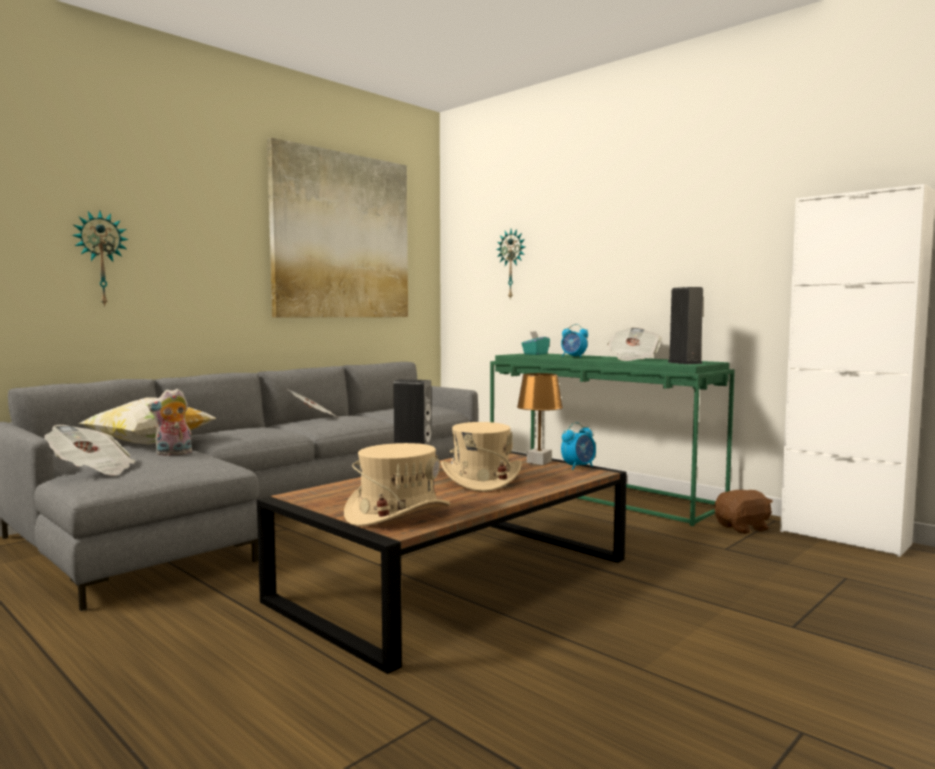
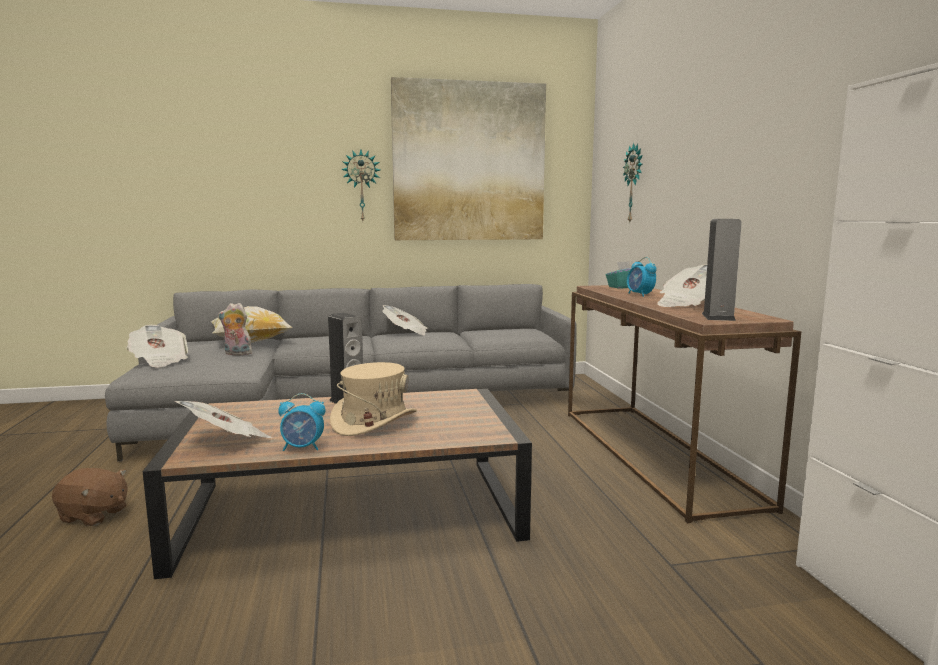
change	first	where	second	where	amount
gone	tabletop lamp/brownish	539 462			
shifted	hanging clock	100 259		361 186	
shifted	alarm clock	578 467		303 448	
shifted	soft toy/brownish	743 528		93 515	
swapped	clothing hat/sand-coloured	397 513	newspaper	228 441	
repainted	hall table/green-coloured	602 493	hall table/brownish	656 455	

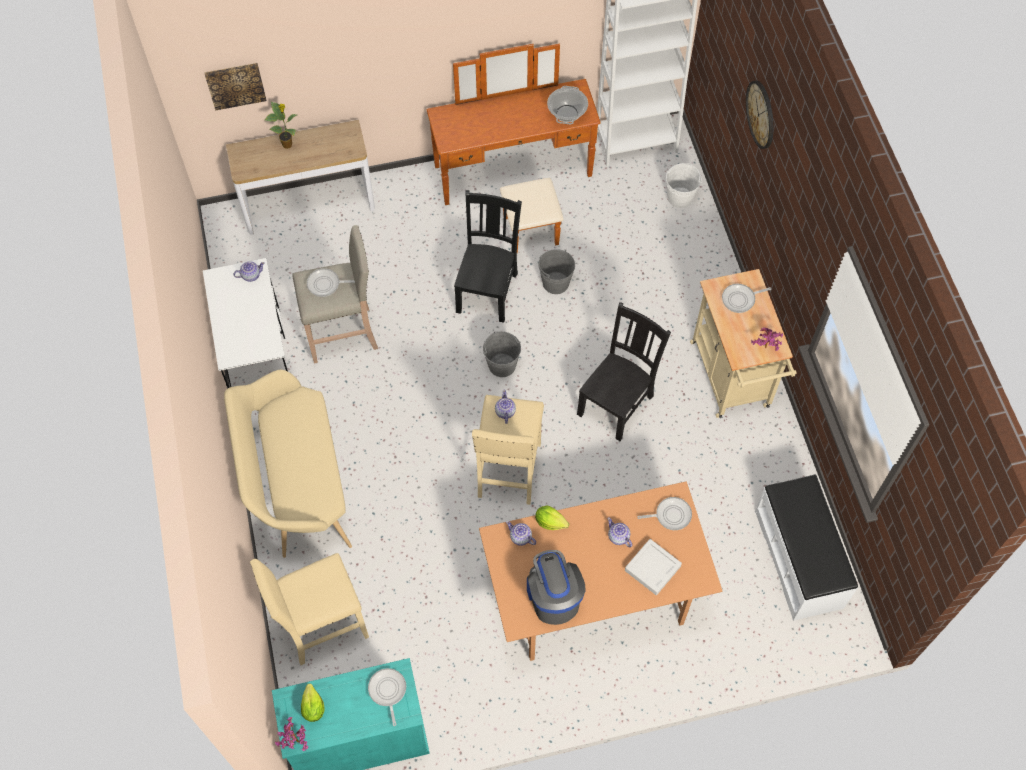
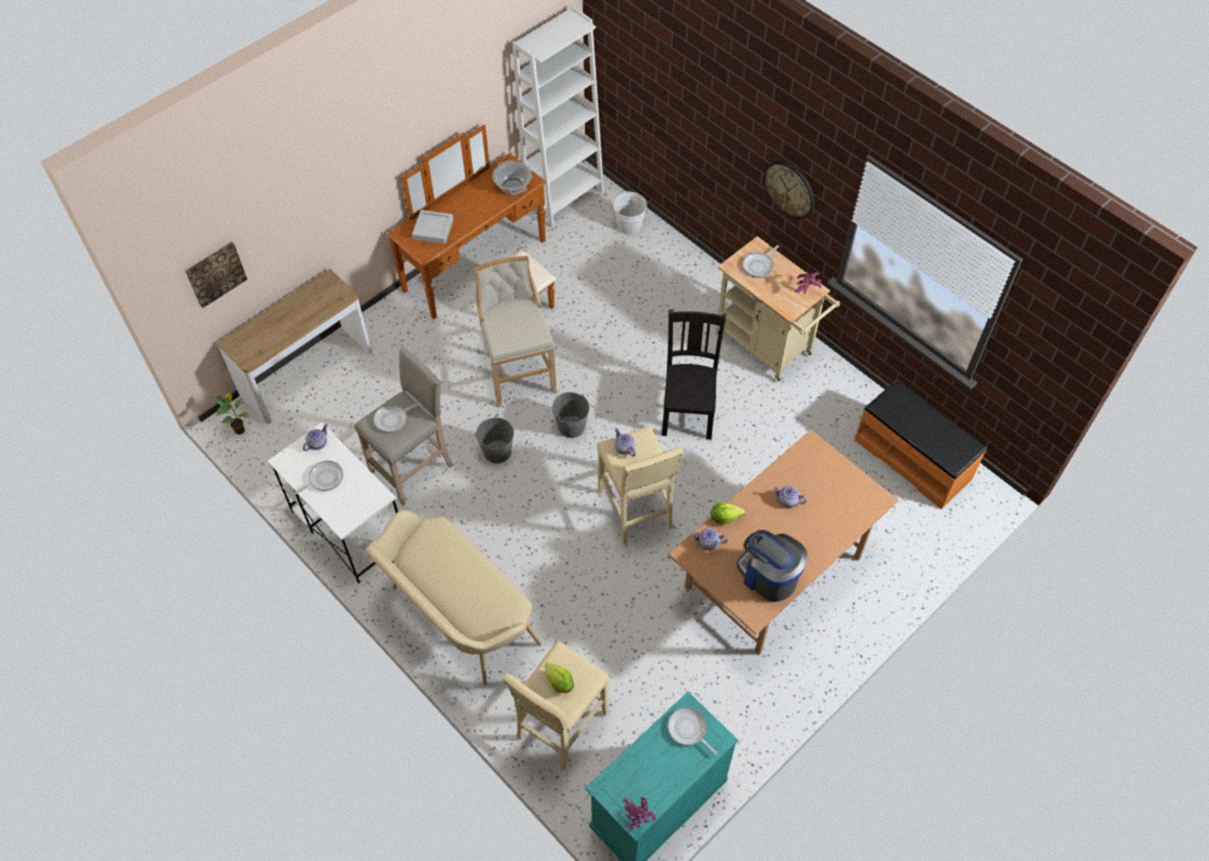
change	first	where	second	where	amount
shifted	houseplant	288 144		240 430	
shifted	head of lettuce	313 707		559 682	
shifted	water bucket/gray	555 283		497 451	
shifted	tray/gray	652 568		433 229	
shifted	frying pan	670 515		324 479	
shifted	hanging clock	761 114		790 189	
swapped	plain chair/blackish	488 290	stool/sand-coloured	518 372	
repainted	indoor bench/white	799 558	indoor bench/orange-coloured	913 459	

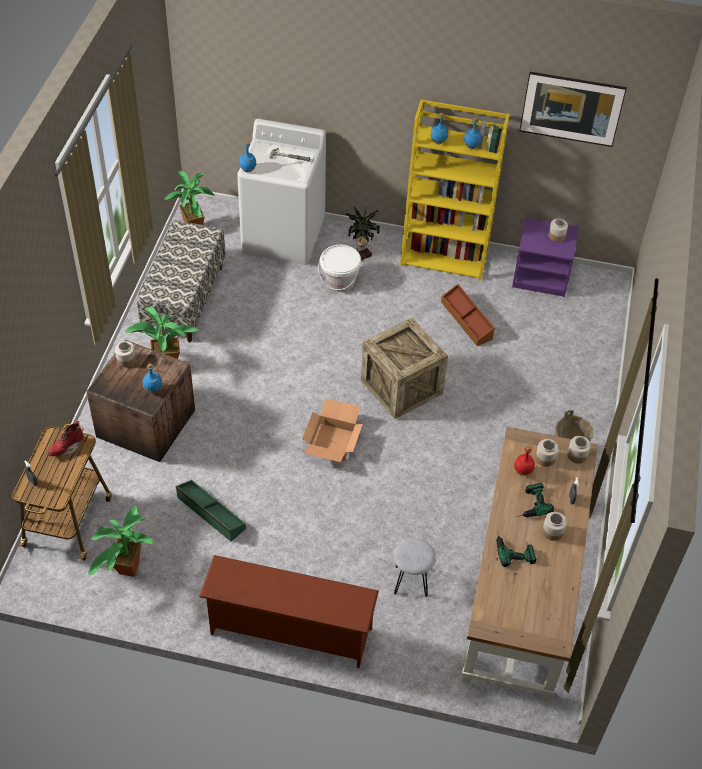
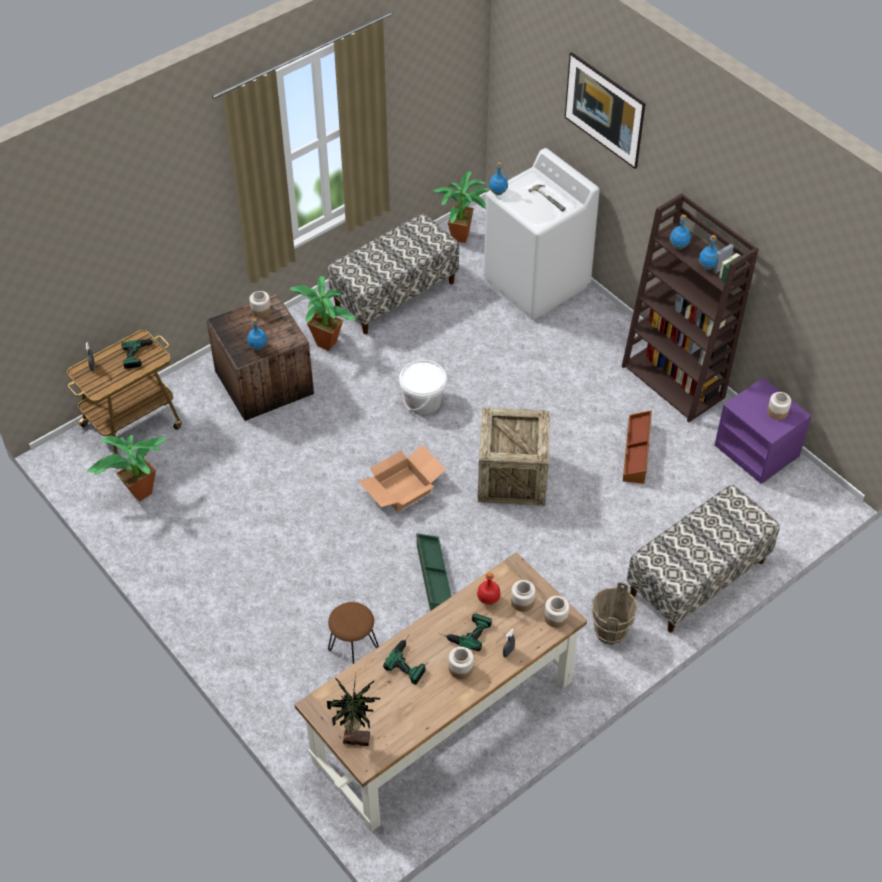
change	first	where	second	where	amount
gone	shoe rack/brownish	289 632			
new			indoor bench	697 578	
shifted	storage box/green-coloured	210 513		433 578	
shifted	water bucket/white	339 280		423 401	
shifted	houseplant	361 256		356 737	
shifted	wall art	568 123		602 126	
swapped	boot/red	66 447	electric drill	142 354	
repainted	stool/gray	411 580	stool/brownish	353 649	
repainted	bookshelf/yellow	445 257	bookshelf/brownish	674 382	

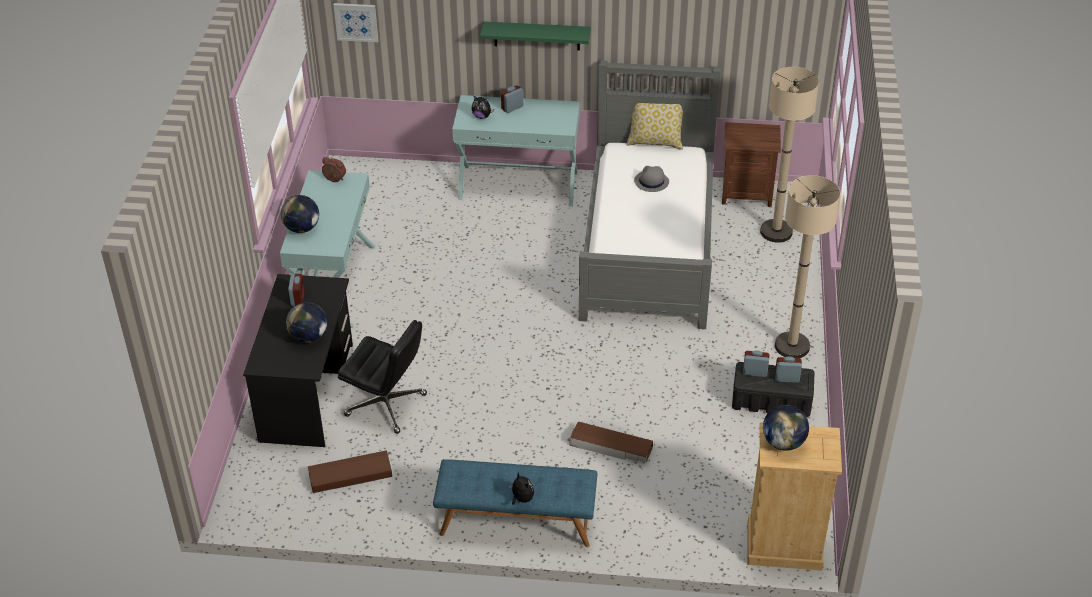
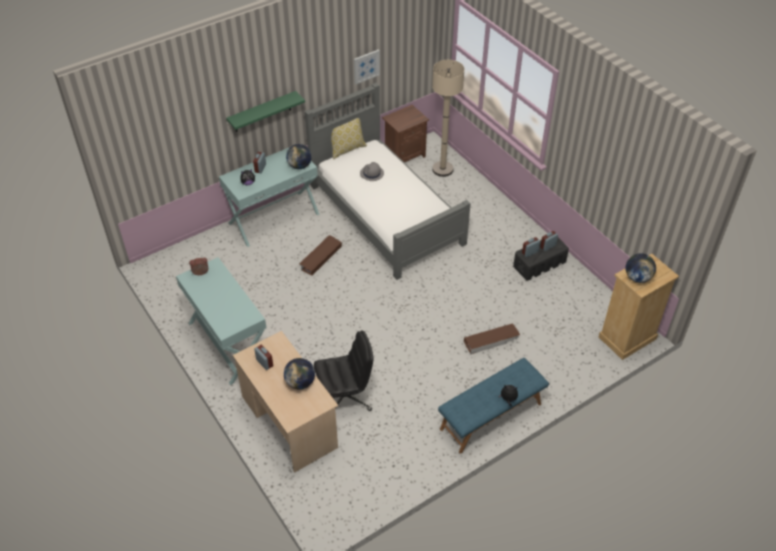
change	first	where	second	where	amount
gone	standard lamp/sand-coloured	792 346			
shifted	globe	302 228		299 166	
shifted	storage box/brownish	350 475		320 257	
shifted	wall art	356 22		366 66	
repainted	desk/blackish	307 392	desk/sand-coloured	289 421	

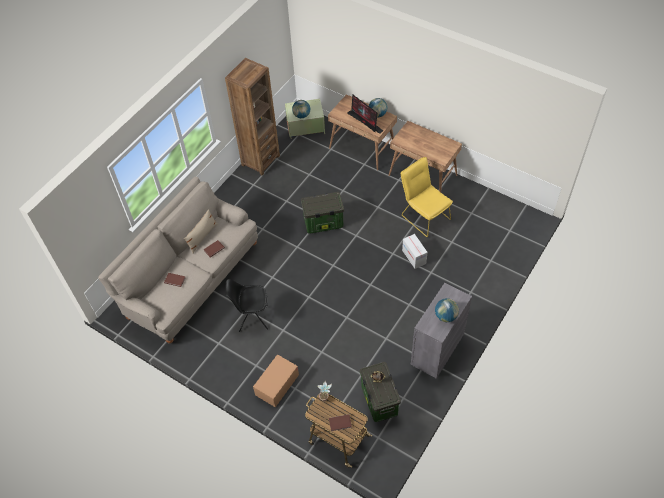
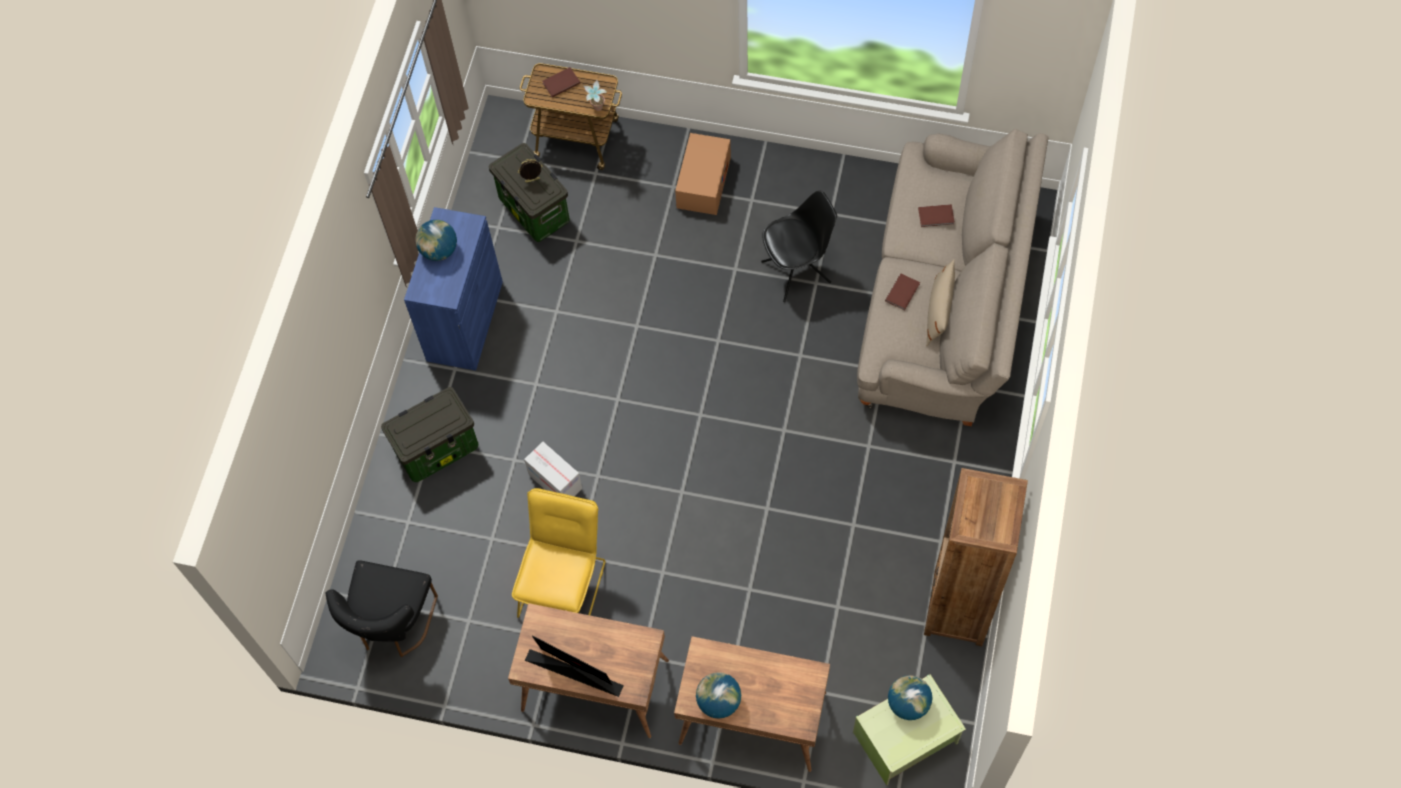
change	first	where	second	where	amount
new			plain chair/blackish	393 624	
shifted	storage box	323 223		438 449	
shifted	computer screen	365 122		572 672	
repainted	cabinet/gray	437 349	cabinet/bluish	465 321	
rotated	plain chair/yellow	423 215		564 582	105 degrees counterclockwise

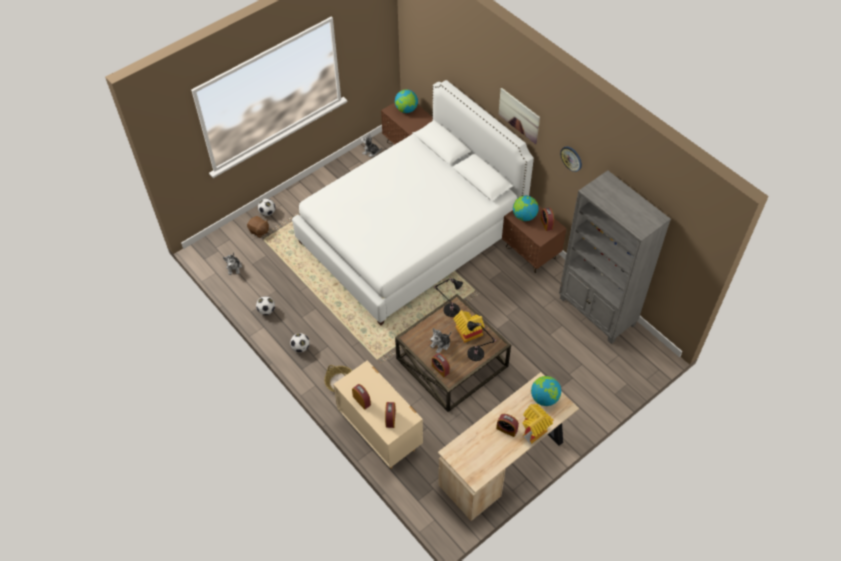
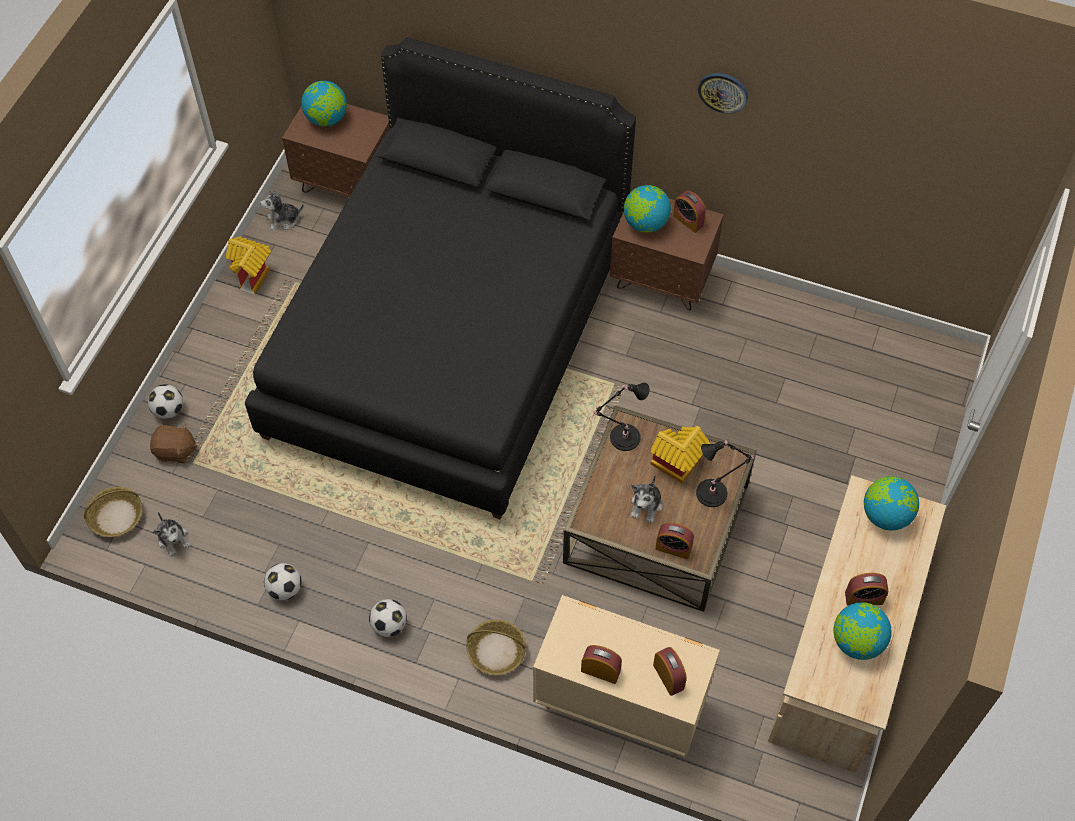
change	first	where	second	where	amount
gone	wall art	519 115			
gone	bookshelf/gray	597 312			
new			basket	116 516	
new			globe	856 641	
shifted	model house	535 431		253 276	
repainted	bed/white	411 235	bed/blackish	448 337	

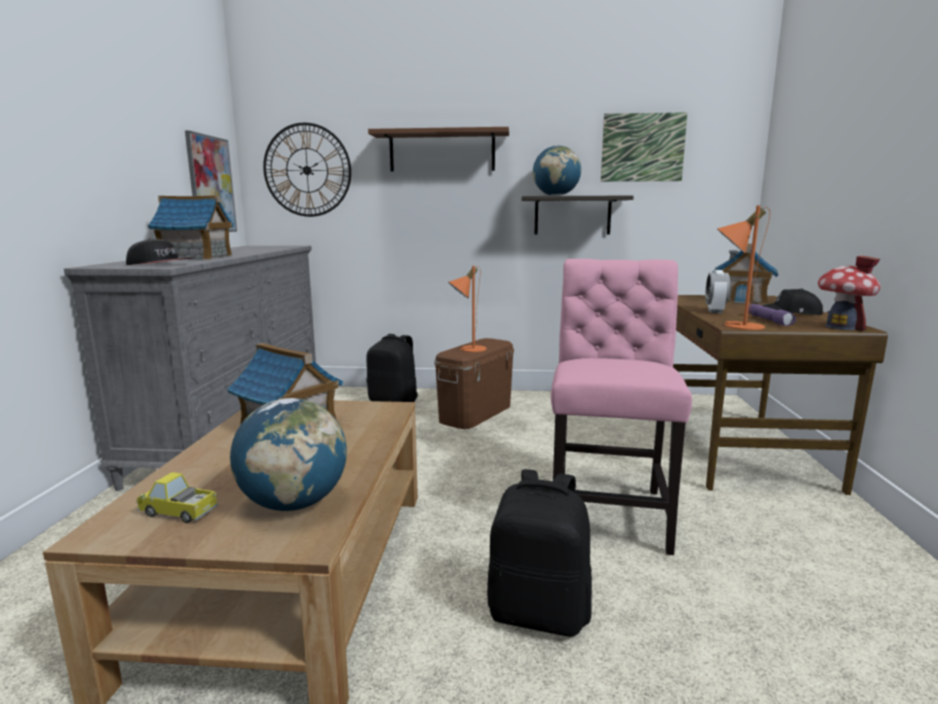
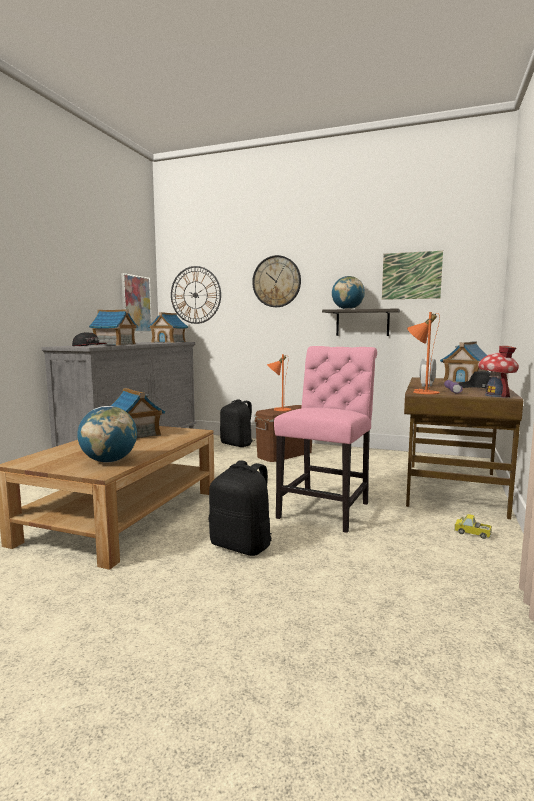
change	first	where	second	where	amount
new			model house	169 342	
shifted	toy lorry	179 512		472 533	
swapped	wall shelf/brownish	442 151	hanging clock	276 281	

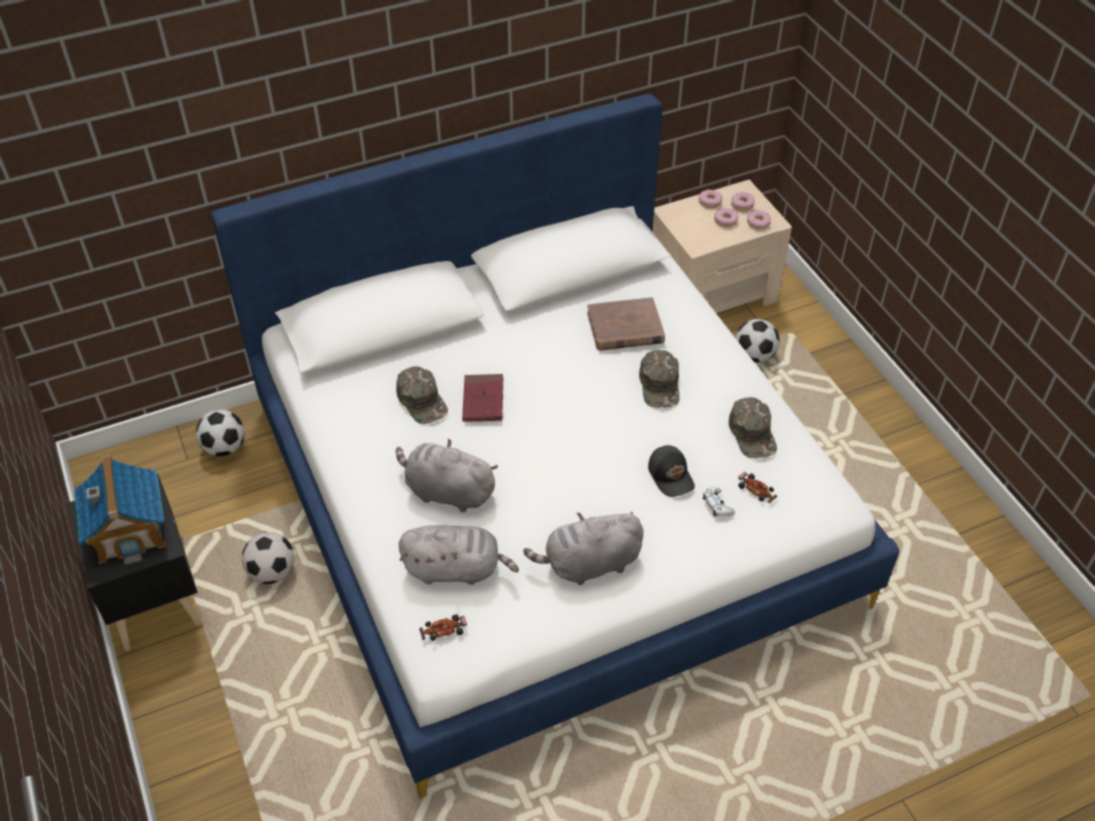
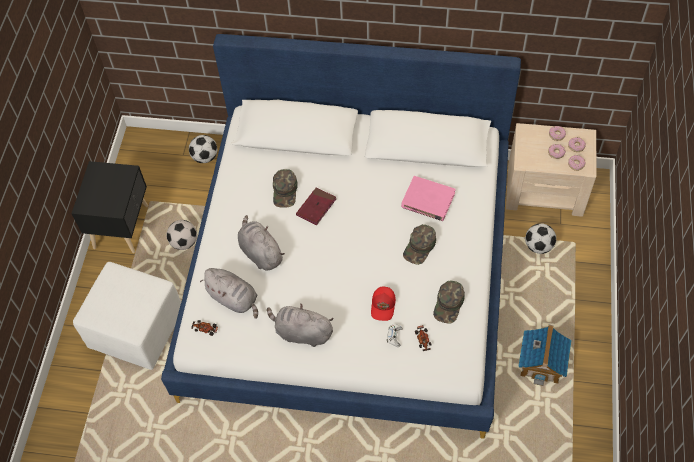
change	first	where	second	where	amount
new			footrest/white	138 329	
shifted	model house	129 530		541 363	
repainted	bound book/brownish	625 328	bound book/pinkish	428 200	
repainted	peaked cap/blackish	671 475	peaked cap/red	383 305	

